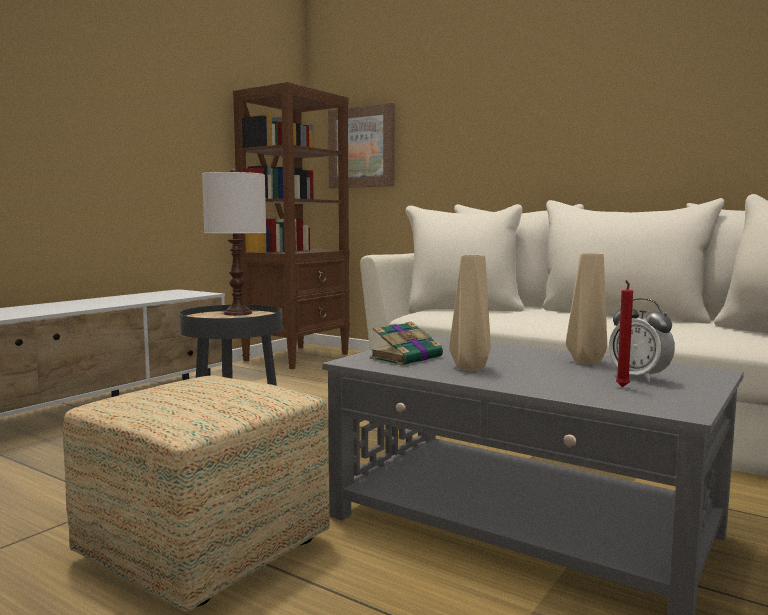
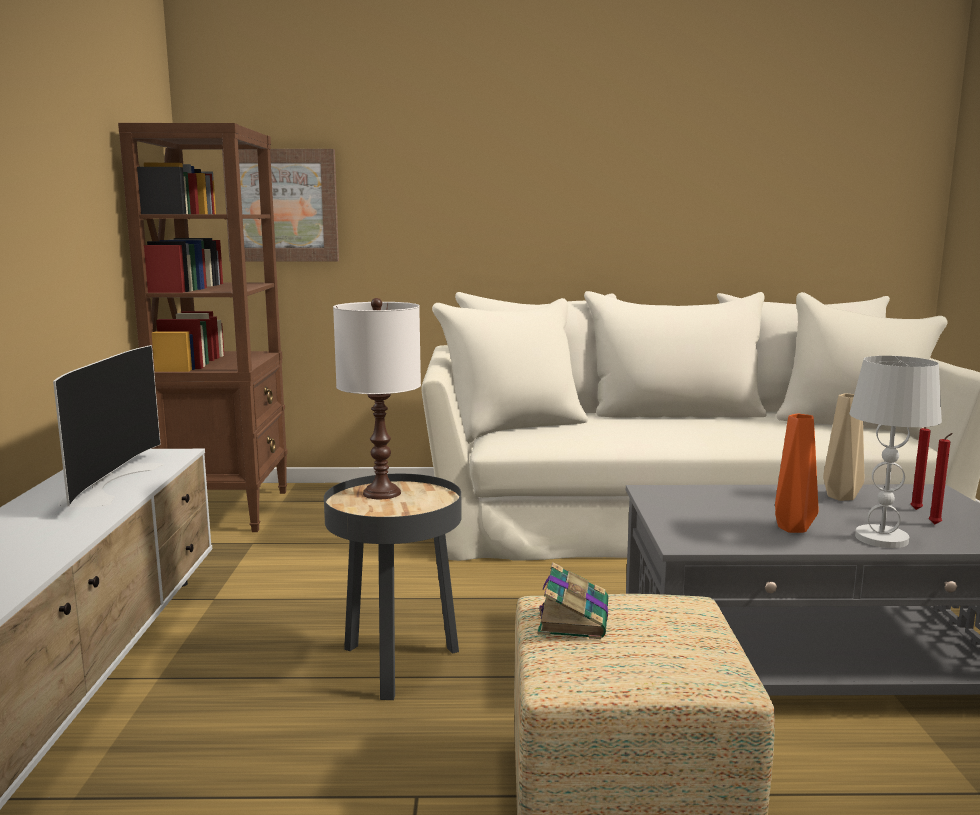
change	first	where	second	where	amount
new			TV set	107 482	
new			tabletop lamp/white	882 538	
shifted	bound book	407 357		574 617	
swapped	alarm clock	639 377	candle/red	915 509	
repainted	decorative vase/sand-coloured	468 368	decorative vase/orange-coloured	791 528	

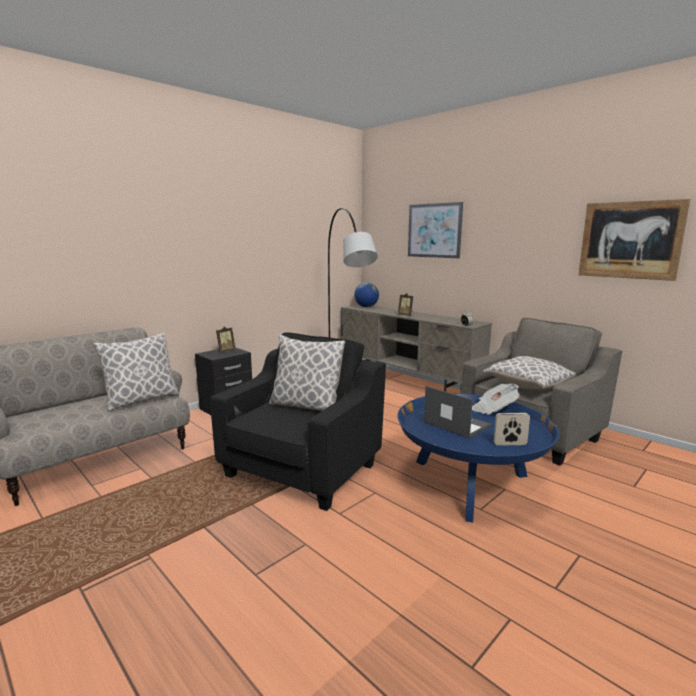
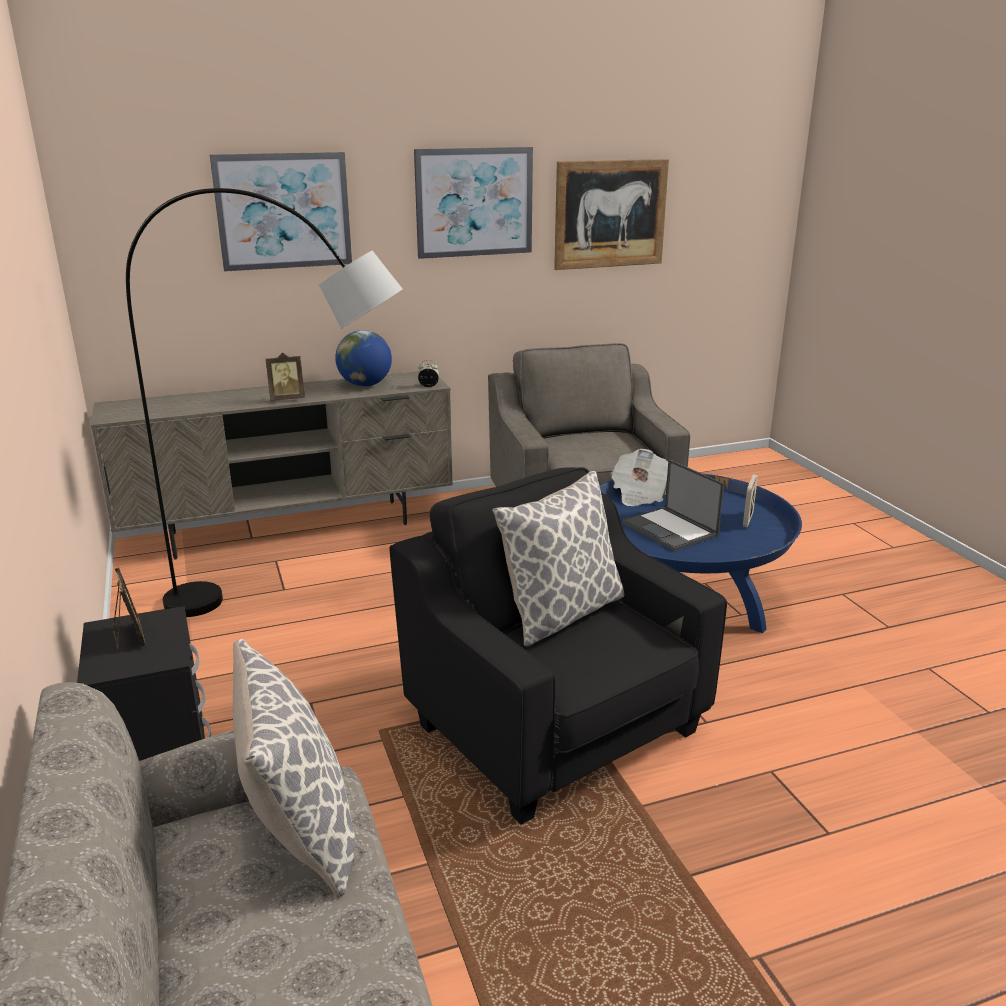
change	first	where	second	where	amount
gone	cushion	527 386			
new			wall art	474 202	
shifted	globe	366 307		365 385	
rotated	notebook computer	456 424		671 529	105 degrees counterclockwise

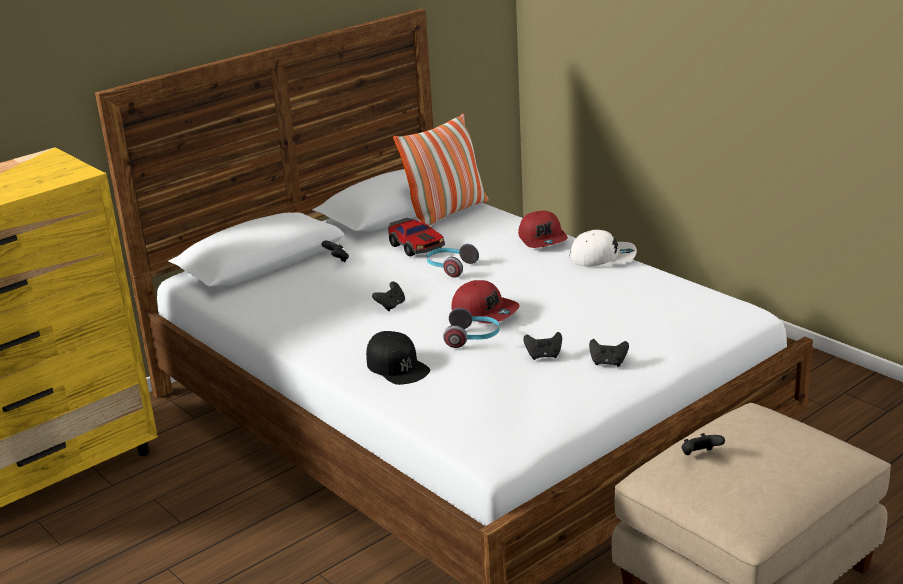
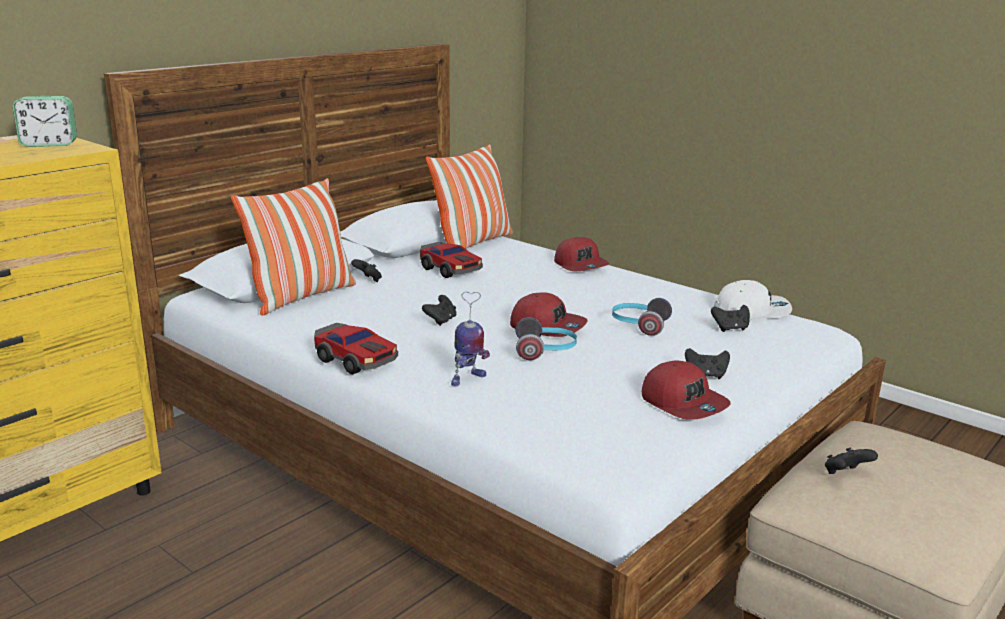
change	first	where	second	where	amount
new			alarm clock	49 144	
new			cushion	301 297	
new			toy car	356 359	
new			peaked cap/red	684 403	
shifted	headset	450 268		639 325	
shifted	joypad/blackish	544 356		730 329	
shifted	peaked cap/white	603 257		752 311	
swapped	peaked cap/blackish	397 366	model robot	467 379	

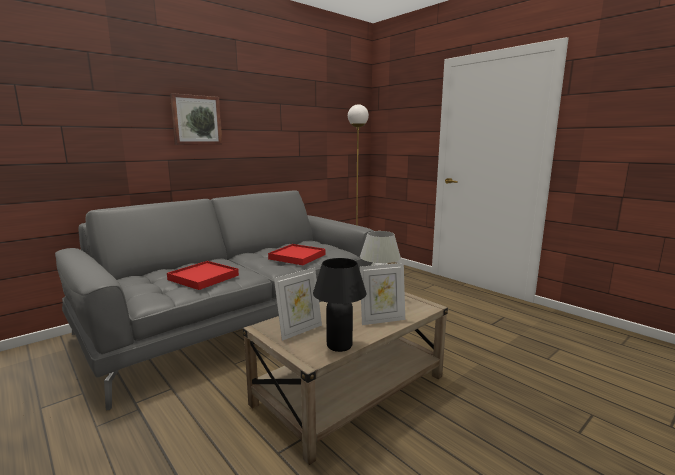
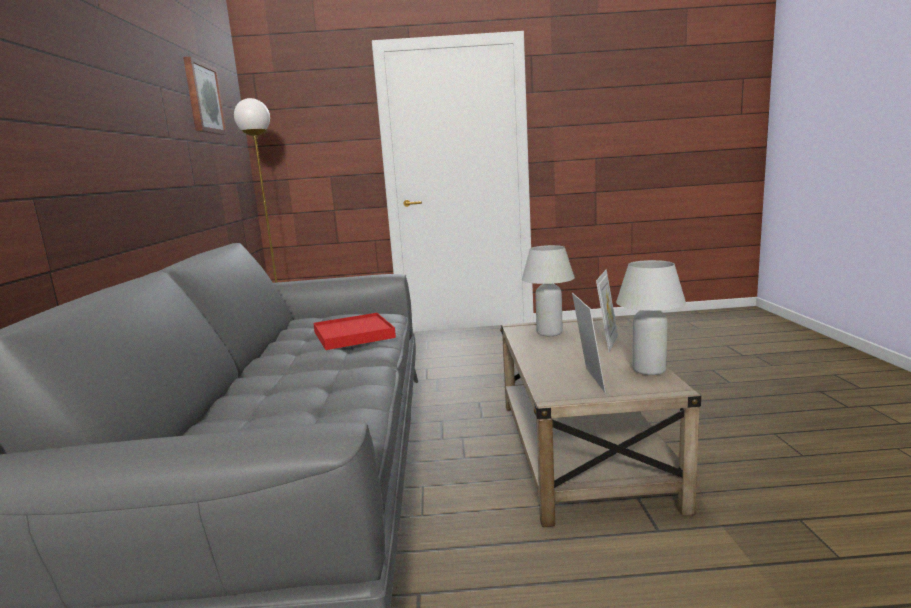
change	first	where	second	where	amount
gone	tray/red	203 277			
shifted	wall art	196 120		203 98	
repainted	tabletop lamp/blackish	339 346	tabletop lamp/white	649 370	

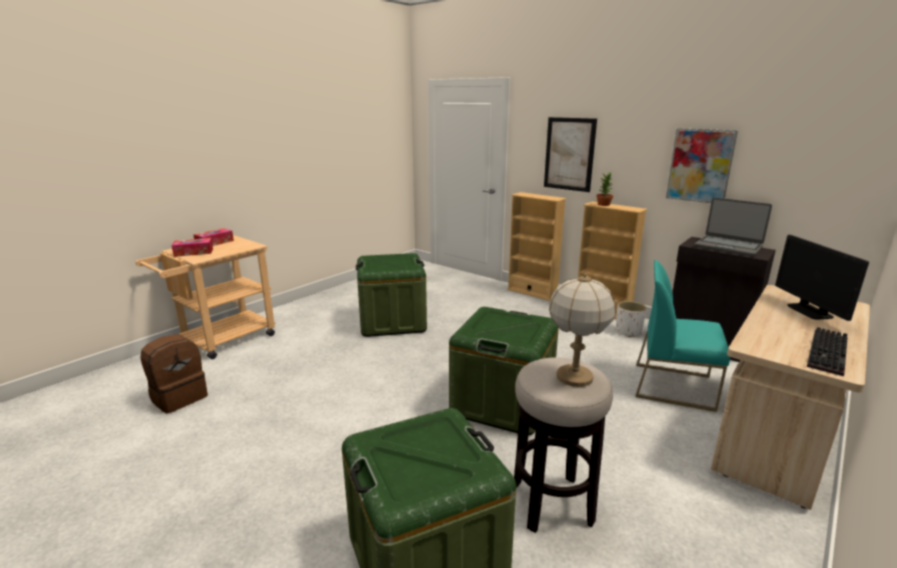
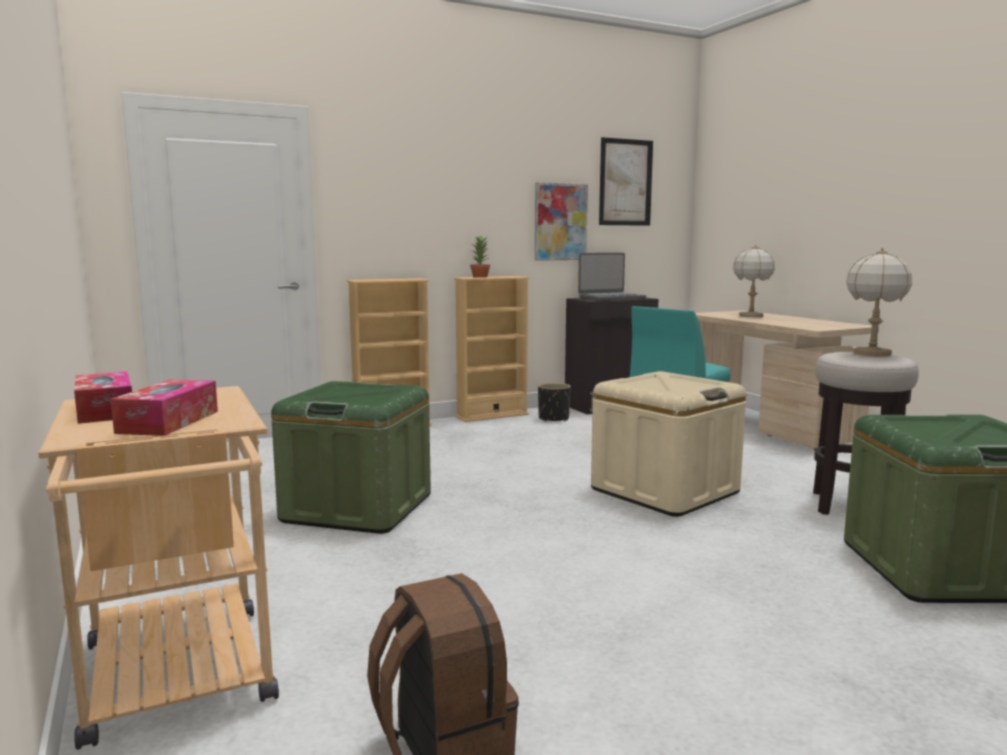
change	first	where	second	where	amount
gone	keyboard	829 354			
shifted	wall art	569 154		625 182	
swapped	computer screen	809 311	tabletop lamp	751 316	
repainted	storage box/green-coloured	502 403	storage box/sand-coloured	664 491	
repainted	flower pot/white	628 332	flower pot/blackish	553 419	

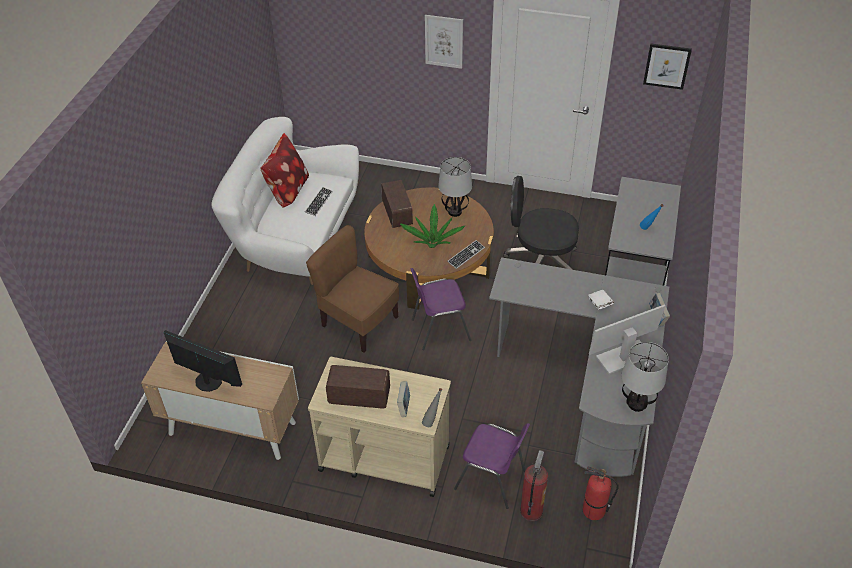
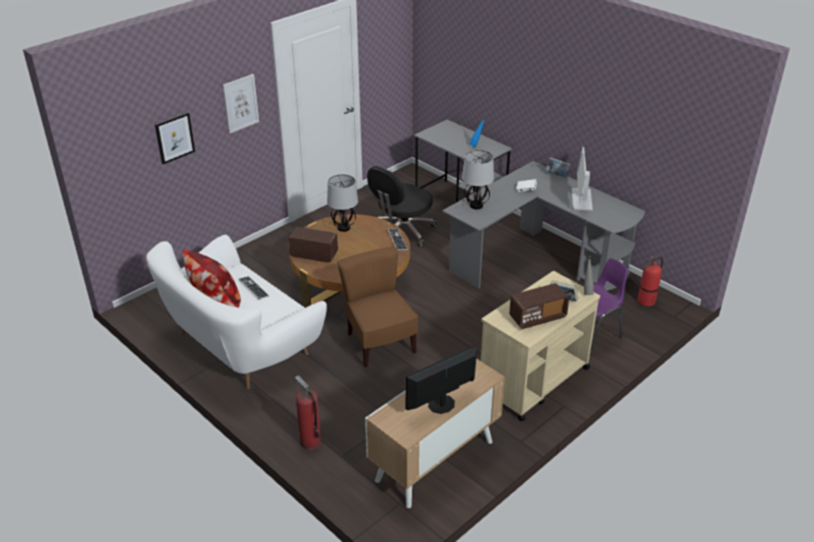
change	first	where	second	where	amount
gone	houseplant	432 241			
gone	plain chair/purple	439 329			
shifted	fire extinguisher	531 510		310 441	
shifted	tabletop lamp	636 404		476 206	
shifted	wall art	667 66		174 138	
rotated	plain chair/brownish	359 323		379 343	90 degrees clockwise
rotated	radio receiver	359 397		537 317	150 degrees counterclockwise

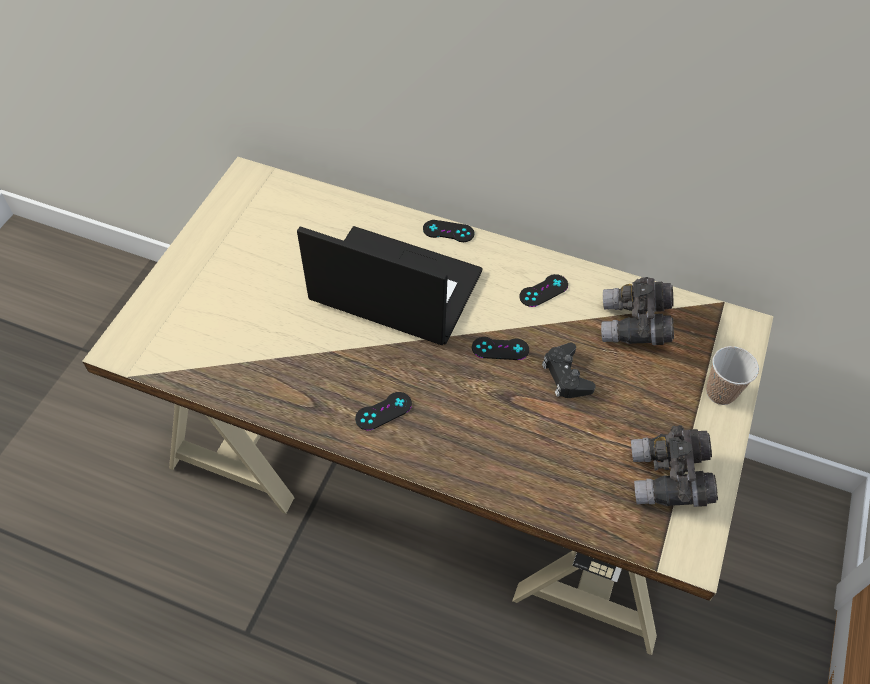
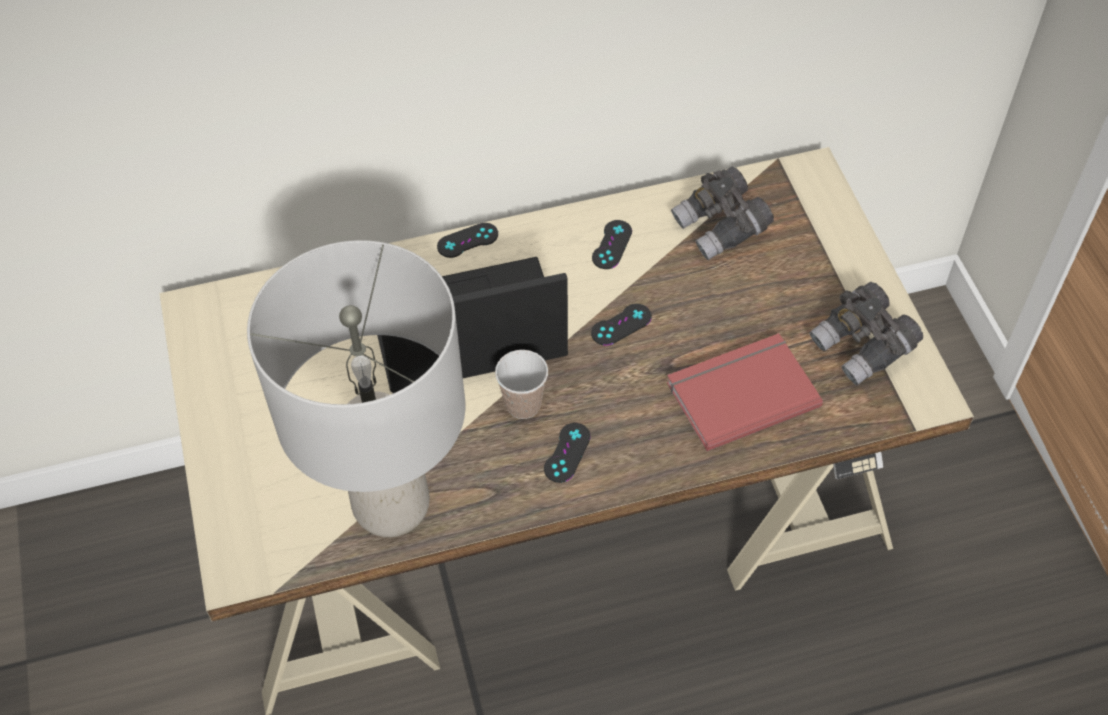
change	first	where	second	where	amount
gone	joypad/blackish	566 376			
new			tabletop lamp/gray	391 507	
new			bound book/red	740 392	
shifted	small cup	720 392		523 404	

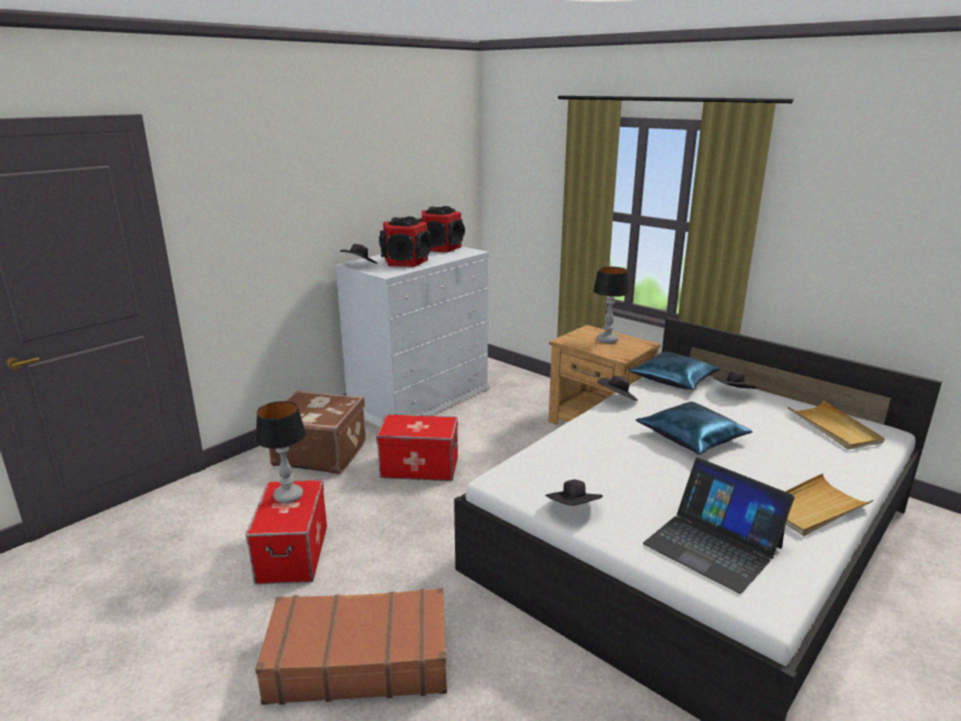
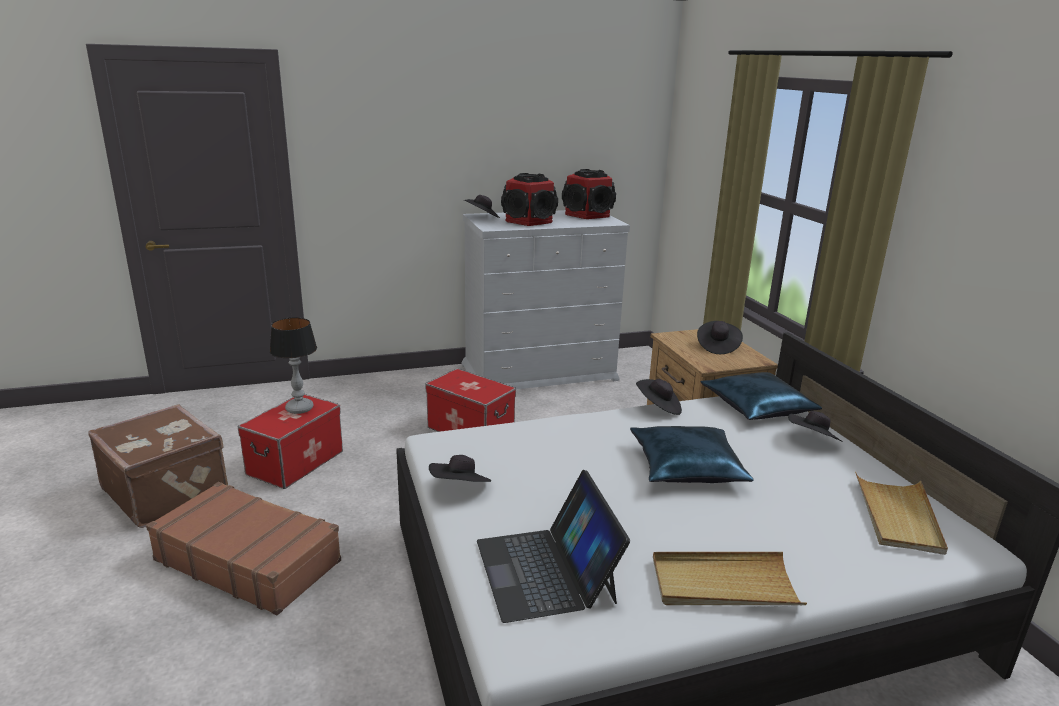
change	first	where	second	where	amount
shifted	travel case/brownish	320 453		167 491	
swapped	tabletop lamp	607 340	clothing hat/blackish	717 347	

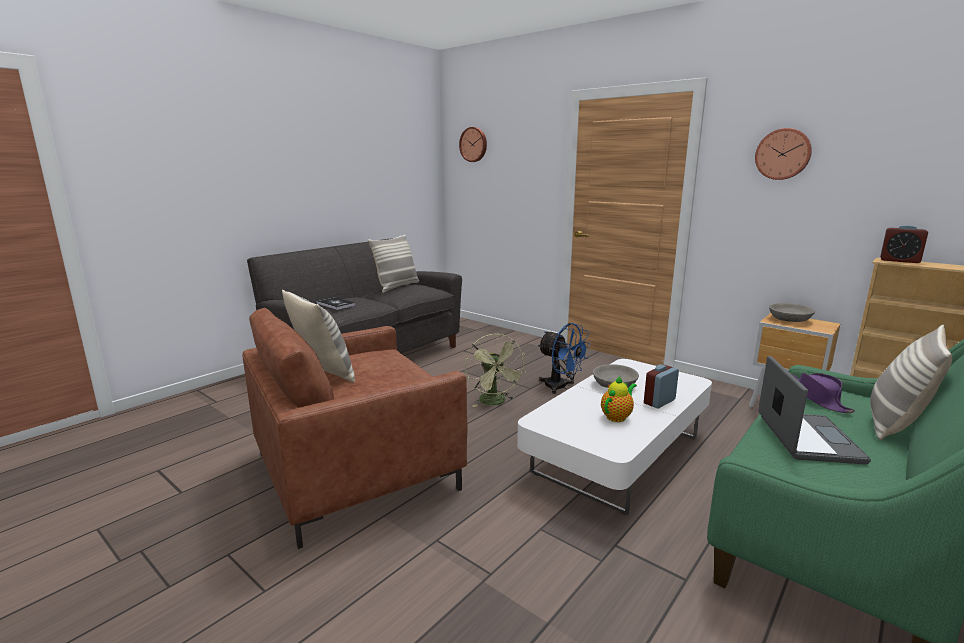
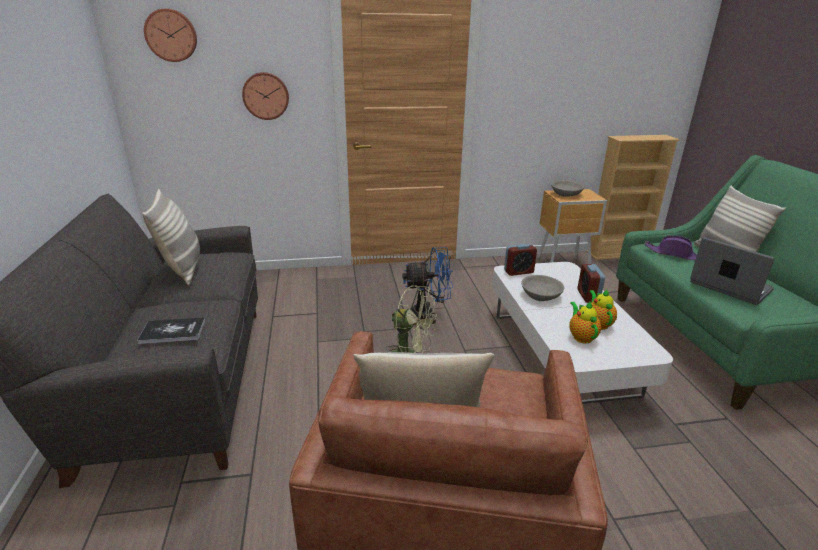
change	first	where	second	where	amount
new			tea pot	581 337	
shifted	hanging clock	783 154		266 96	
shifted	alarm clock	899 260		518 272	

